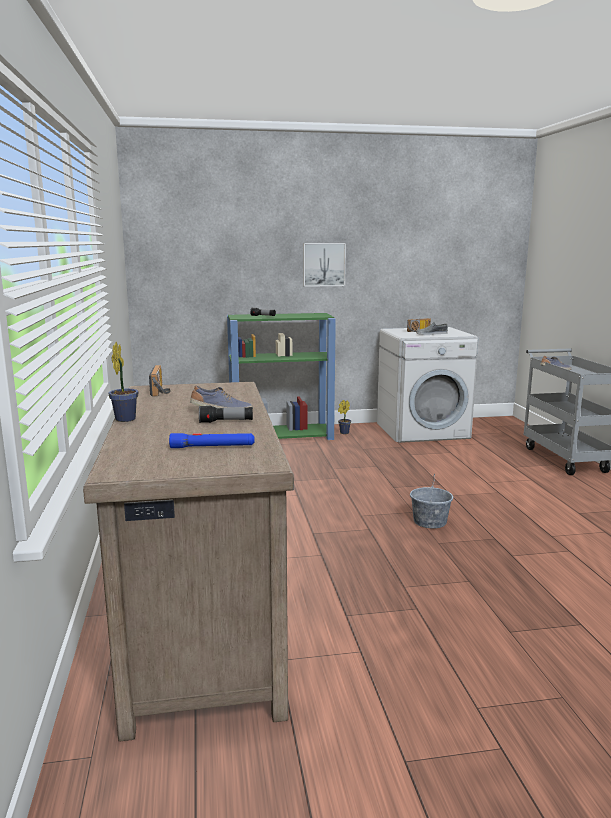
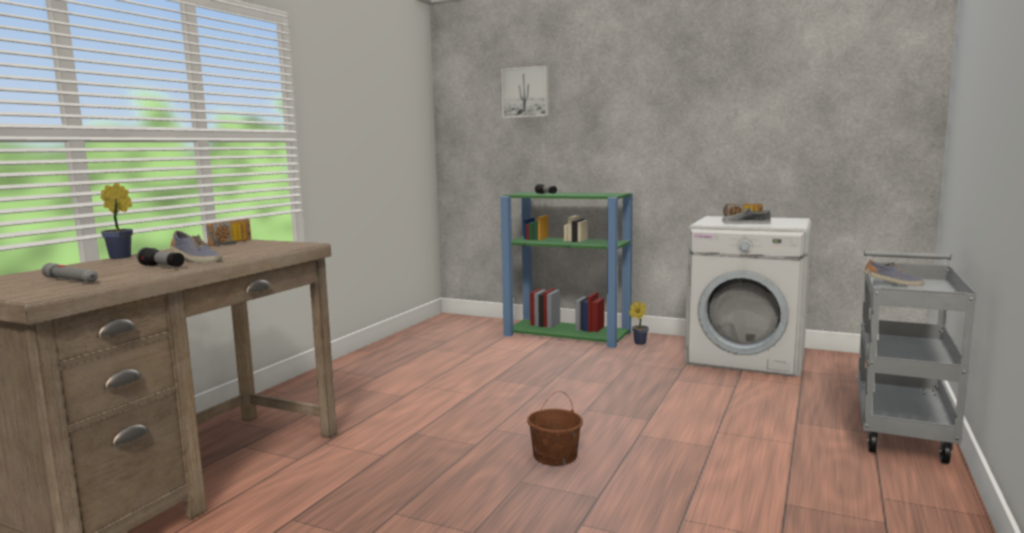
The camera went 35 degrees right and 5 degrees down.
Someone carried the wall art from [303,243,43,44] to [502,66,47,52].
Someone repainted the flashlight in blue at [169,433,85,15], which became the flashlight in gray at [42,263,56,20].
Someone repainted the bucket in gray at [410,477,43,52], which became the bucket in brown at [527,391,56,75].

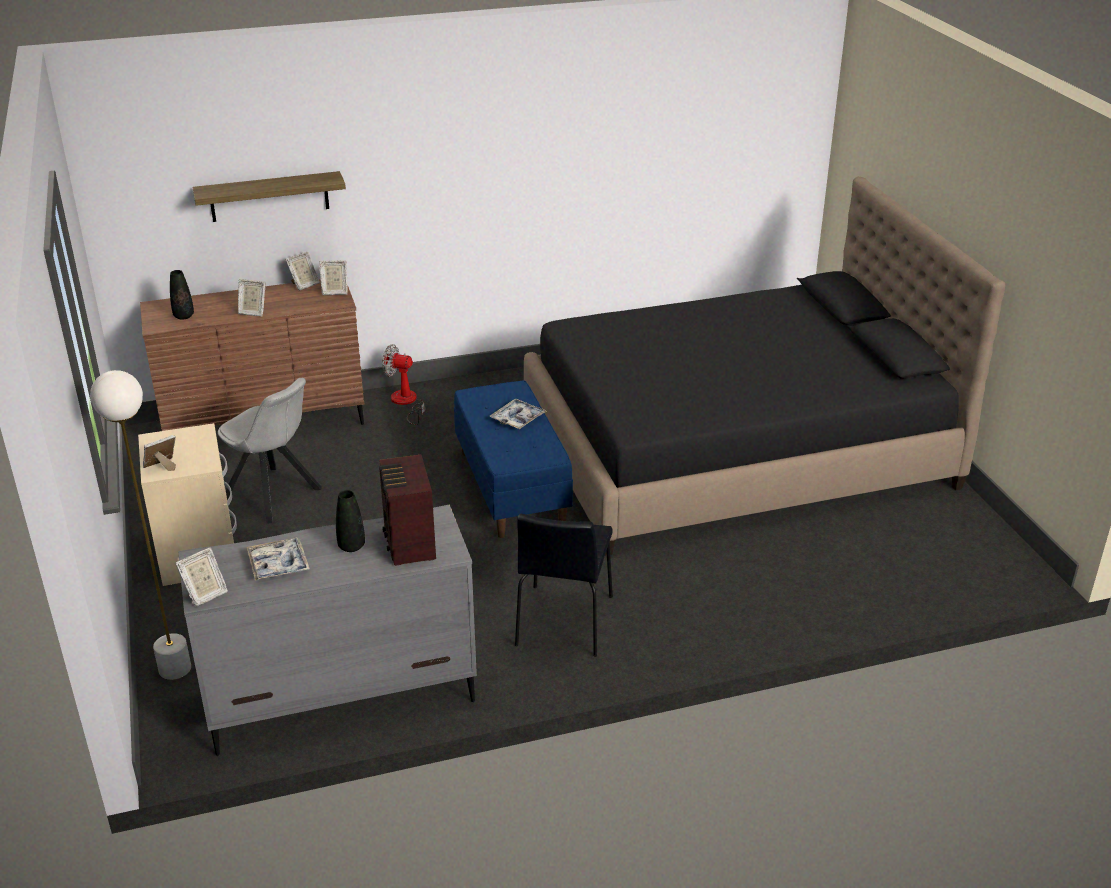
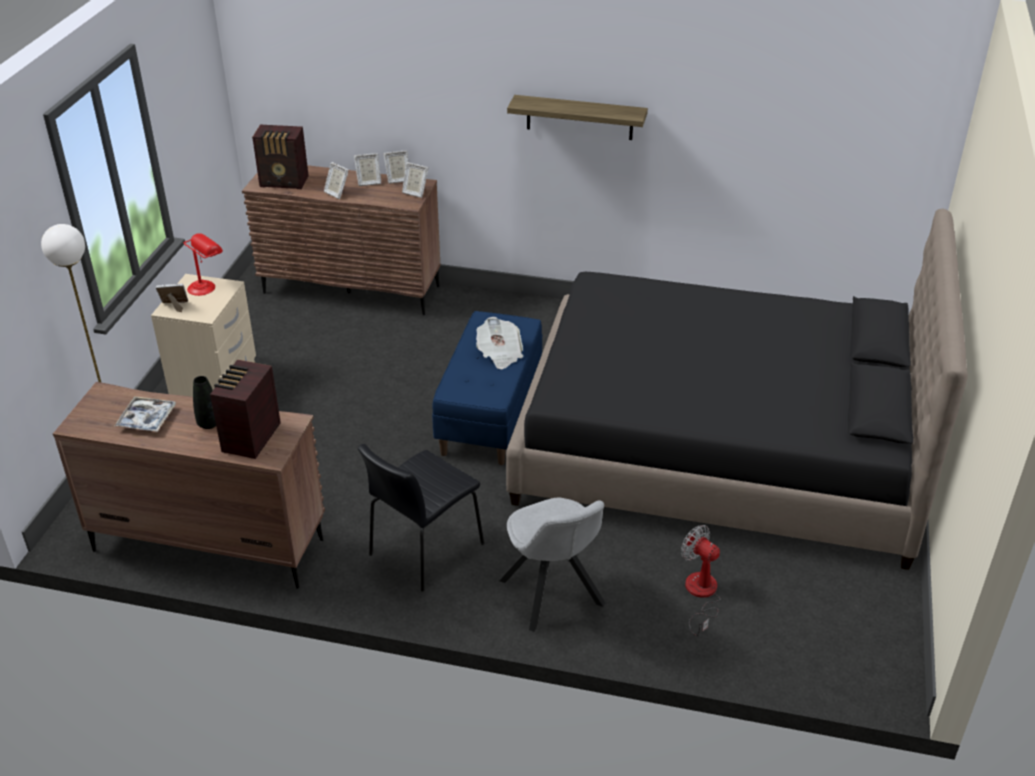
The camera went 30 degrees right and 5 degrees up.
Someone carried the wall shelf from [193,171,153,51] to [507,95,141,45].
Someone swapped the flower vase in black at [170,270,24,50] for the radio at [252,125,57,64].
Someone carried the cooling fan from [382,344,44,81] to [681,525,40,111].
Someone carried the chair in gray from [218,378,104,145] to [499,497,106,135].
Someone swapped the serving tray at [490,399,57,30] for the newspaper at [476,317,47,52].
Someone repainted the dresser in gray at [178,504,299,252], which became the dresser in brown at [53,382,272,207].
Someone carried the photo frame from [175,547,53,60] to [354,153,27,33].
Someone put down the tabletop lamp in reddish at [183,233,40,63].

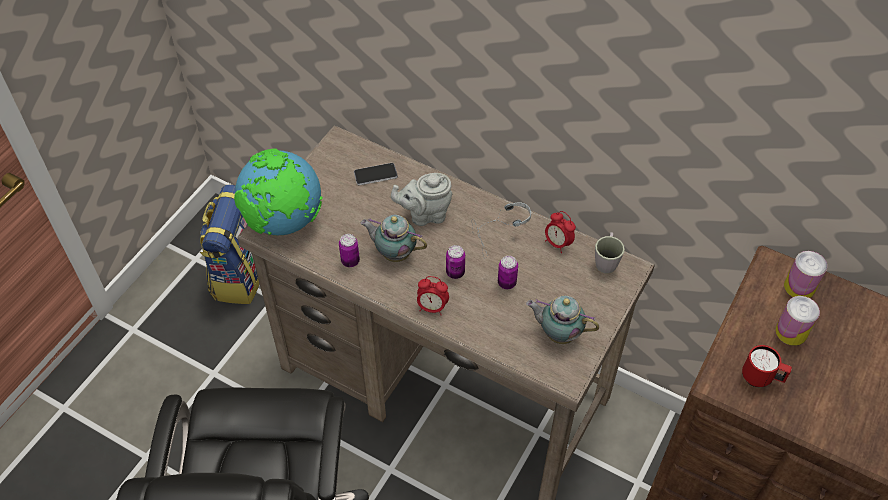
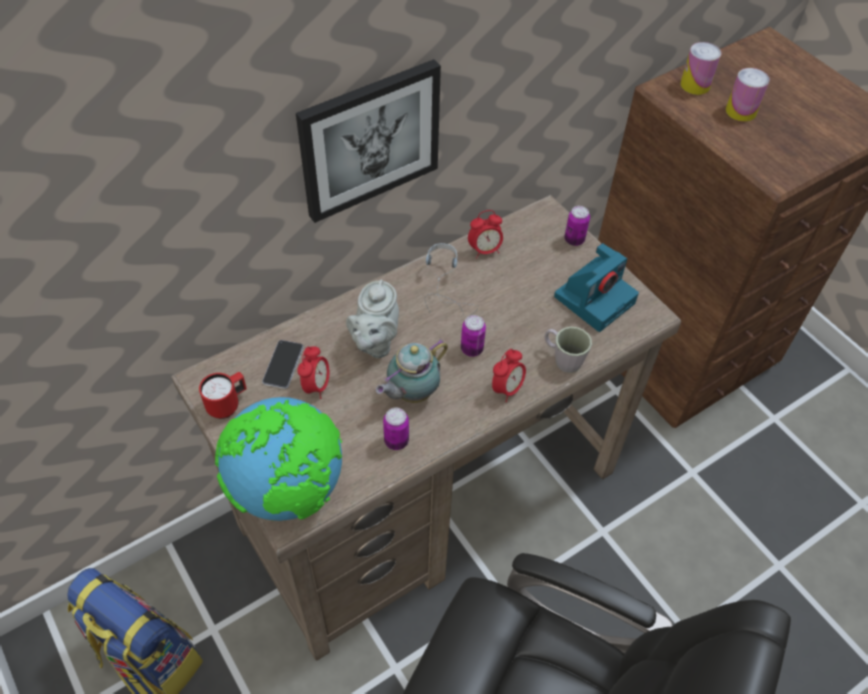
The camera went 65 degrees left and 0 degrees up.
Someone carried the tea mug in gray from [595,232,30,42] to [544,327,48,46].
Someone carried the metal can from [498,256,20,33] to [564,206,26,40].
Someone swapped the pot for tea at [526,295,73,49] for the photo camera at [554,243,85,89].
Someone carried the tea mug in reddish from [742,345,50,42] to [199,372,48,47].
Someone put up the wall art at [296,59,145,164].
Someone put down the alarm clock at [297,346,33,53].

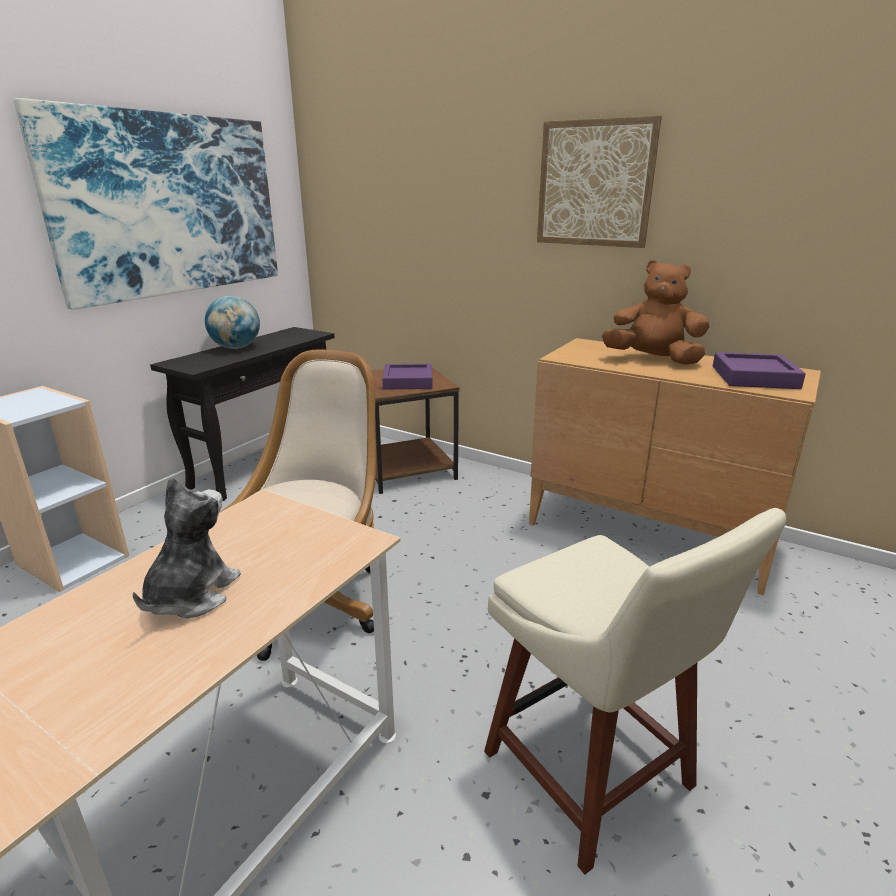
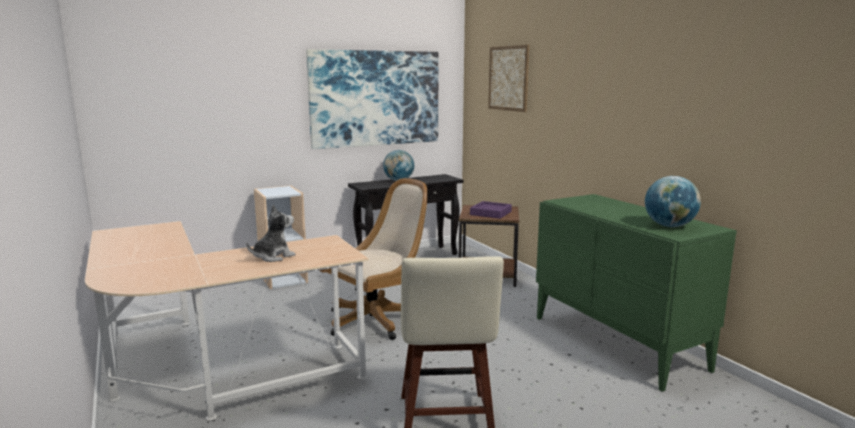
The camera went 30 degrees right and 10 degrees down.
Someone carried the wall art from [537,115,125,133] to [488,44,41,68].
Someone took away the soft toy in brown at [602,260,108,105].
Someone repainted the cupboard in brown at [529,338,292,257], which became the cupboard in green-coloured at [536,194,201,198].
Someone swapped the serving tray in purple at [713,352,93,37] for the desk globe at [645,176,56,51].

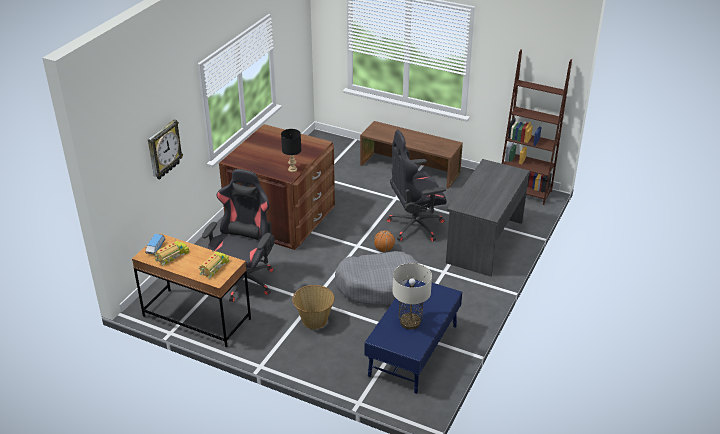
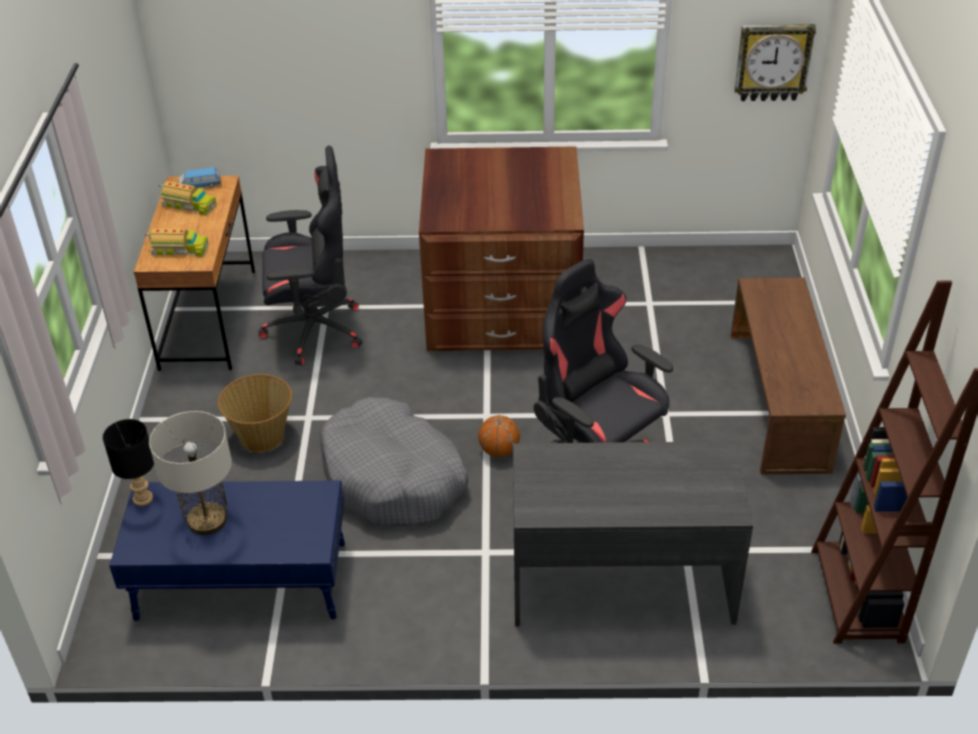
The camera went 65 degrees right and 5 degrees up.
Someone carried the hanging clock from [148,119,35,61] to [734,24,82,77].
Someone carried the tabletop lamp in black from [281,129,20,43] to [103,419,51,87].

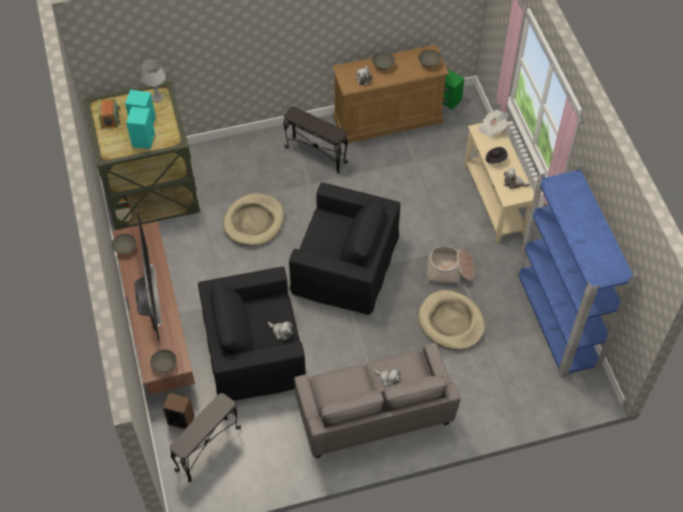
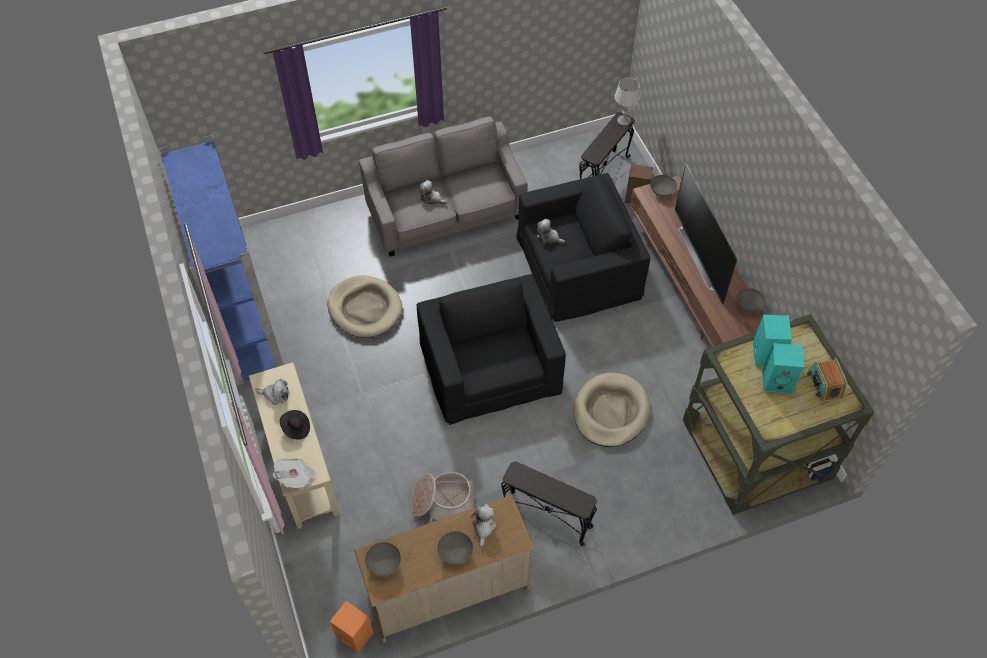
The camera went 175 degrees right and 0 degrees up.
Someone carried the tabletop lamp in gray from [142,60,24,42] to [614,78,26,48].
Someone repainted the loudspeaker in green-coloured at [443,70,21,40], which became the loudspeaker in orangey at [330,601,44,52].
Someone rotated the lounge chair in black at [289,182,111,133] by 60 degrees clockwise.
Someone carried the household basket from [426,246,49,40] to [411,472,63,51].

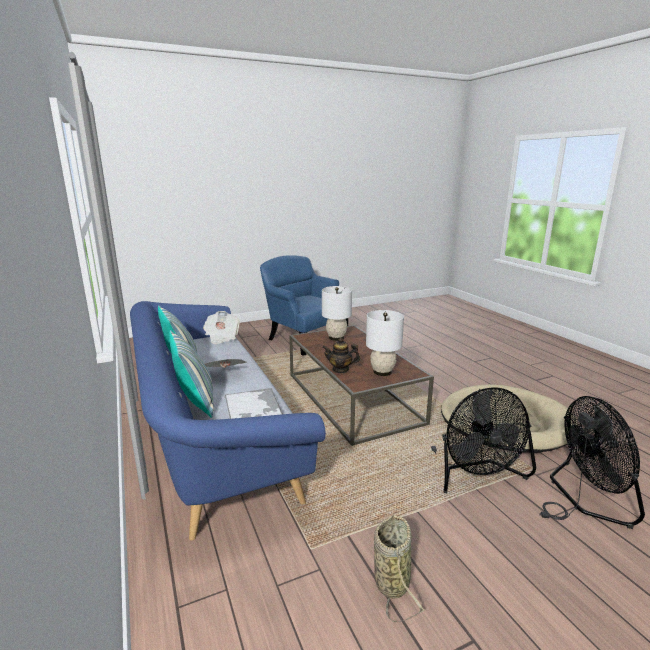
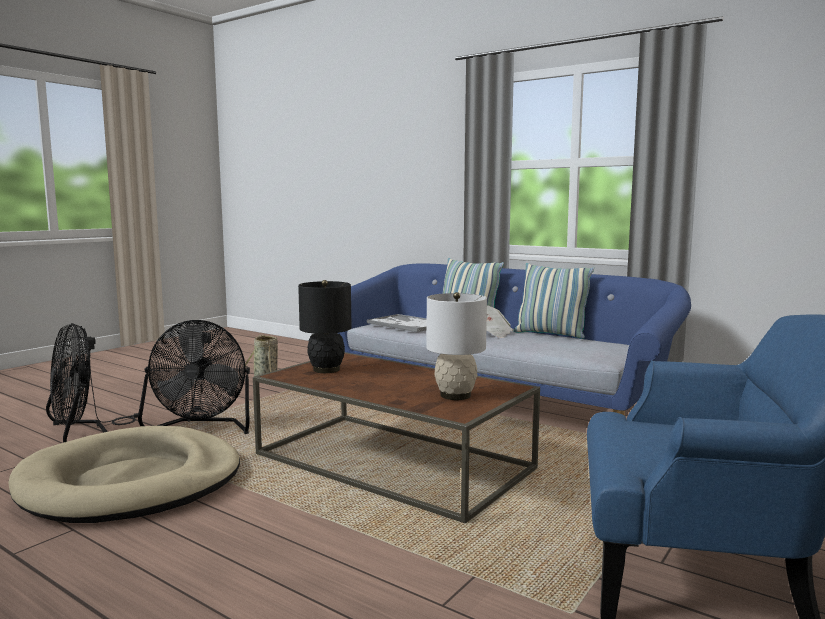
The camera went 150 degrees right and 10 degrees down.
Someone repainted the tabletop lamp in whitish at [366,310,38,66], which became the tabletop lamp in black at [298,280,54,93].
Someone took away the newspaper at [203,311,37,33].
Someone took away the pot for tea at [322,338,38,35].
Someone rotated the cooling fan in black at [431,387,105,106] by 135 degrees counterclockwise.

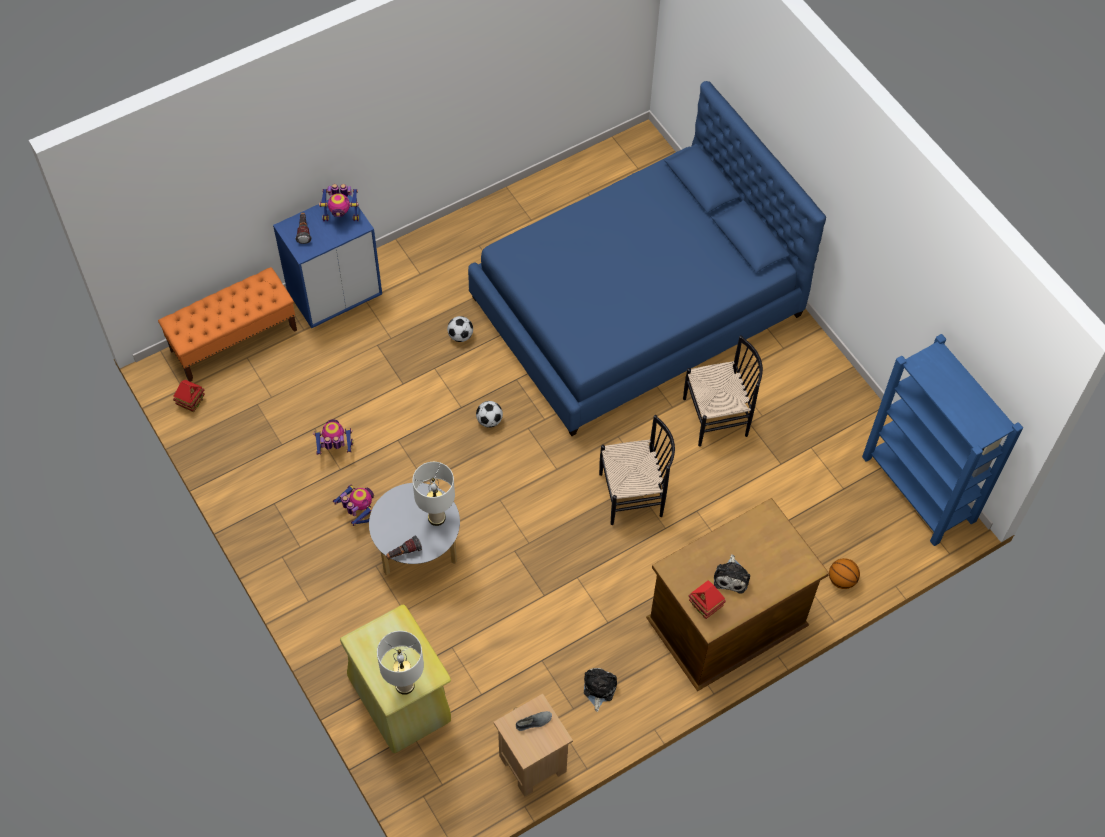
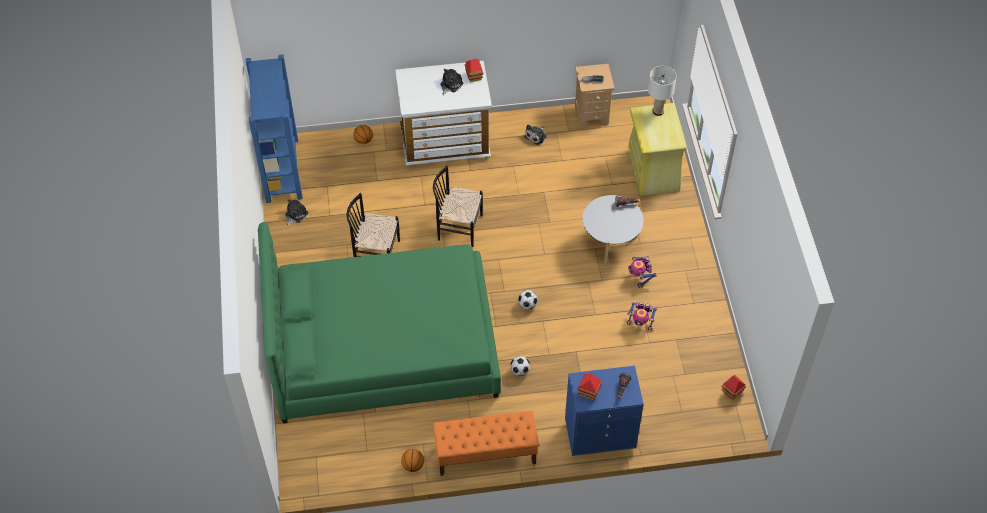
The camera went 155 degrees left and 5 degrees down.
Someone repainted the bed in blue at [468,81,358,355], which became the bed in green-coloured at [258,222,243,202].
Someone swapped the toy robot at [319,184,40,37] for the model house at [577,374,25,26].
Someone carried the long seat in orangey from [158,267,139,115] to [433,411,106,65].
Someone took away the tabletop lamp in whitish at [412,462,43,64].
Someone repainted the dresser in brown at [646,498,183,193], which became the dresser in whitish at [395,61,97,105].
Someone put down the soft toy at [285,200,23,26].
Someone put down the ball for basketball at [401,449,23,23].

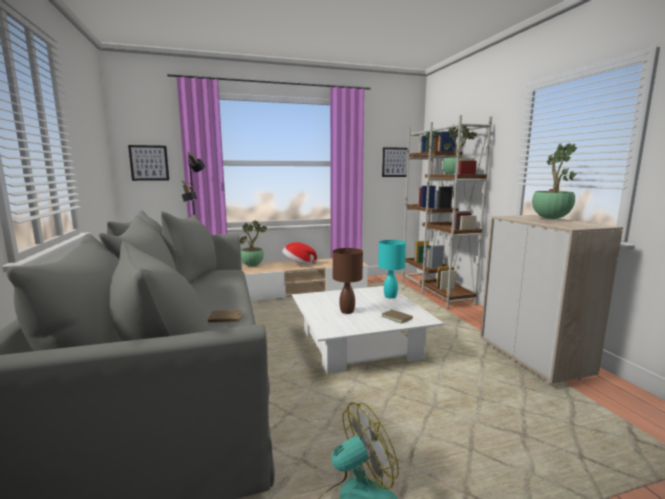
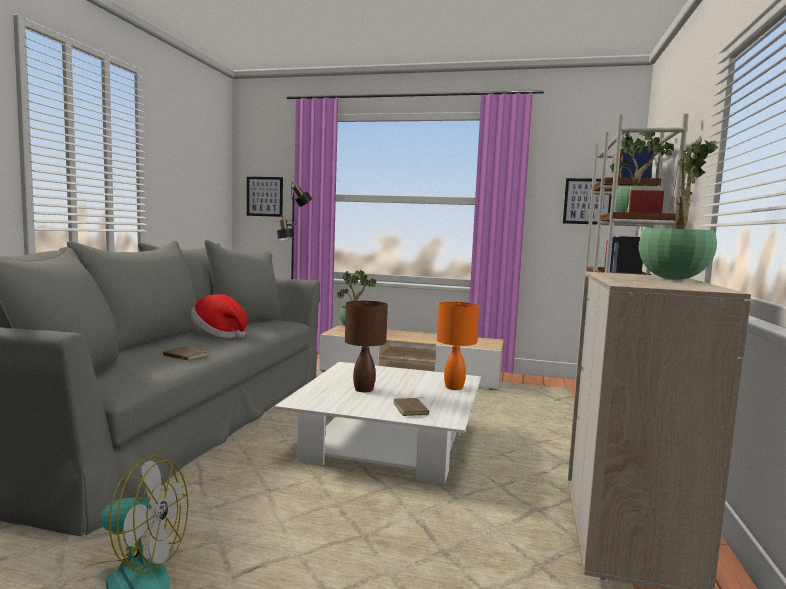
The camera went 30 degrees right and 5 degrees down.
Someone repainted the tabletop lamp in turquoise at [378,240,28,59], which became the tabletop lamp in orangey at [437,302,42,88].
Someone carried the clothing hat from [282,242,35,23] to [190,294,57,44].

